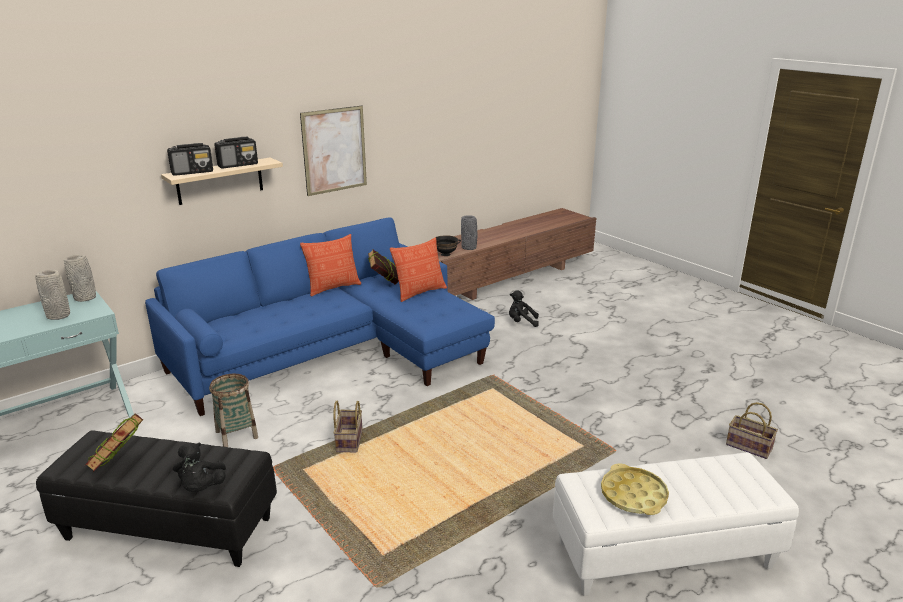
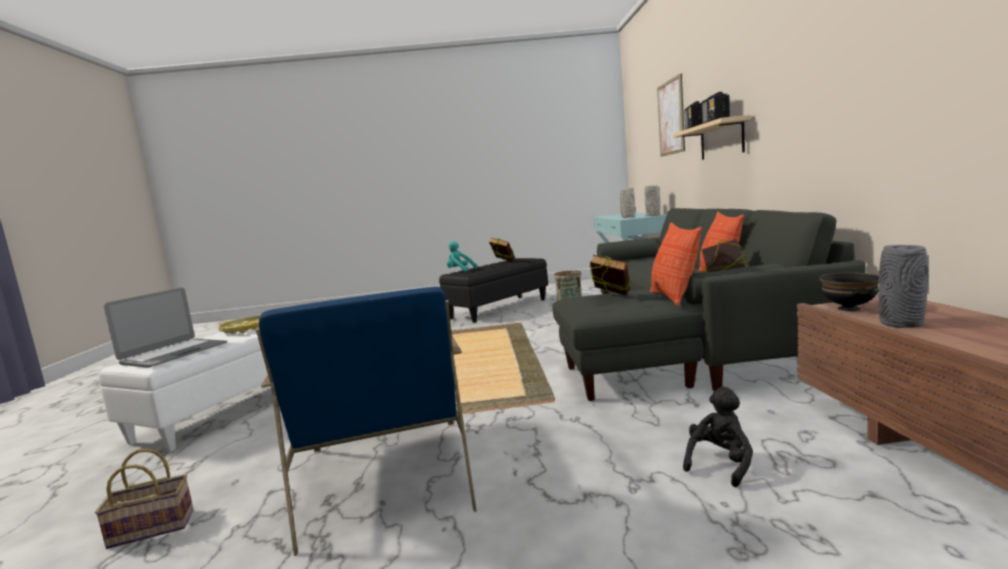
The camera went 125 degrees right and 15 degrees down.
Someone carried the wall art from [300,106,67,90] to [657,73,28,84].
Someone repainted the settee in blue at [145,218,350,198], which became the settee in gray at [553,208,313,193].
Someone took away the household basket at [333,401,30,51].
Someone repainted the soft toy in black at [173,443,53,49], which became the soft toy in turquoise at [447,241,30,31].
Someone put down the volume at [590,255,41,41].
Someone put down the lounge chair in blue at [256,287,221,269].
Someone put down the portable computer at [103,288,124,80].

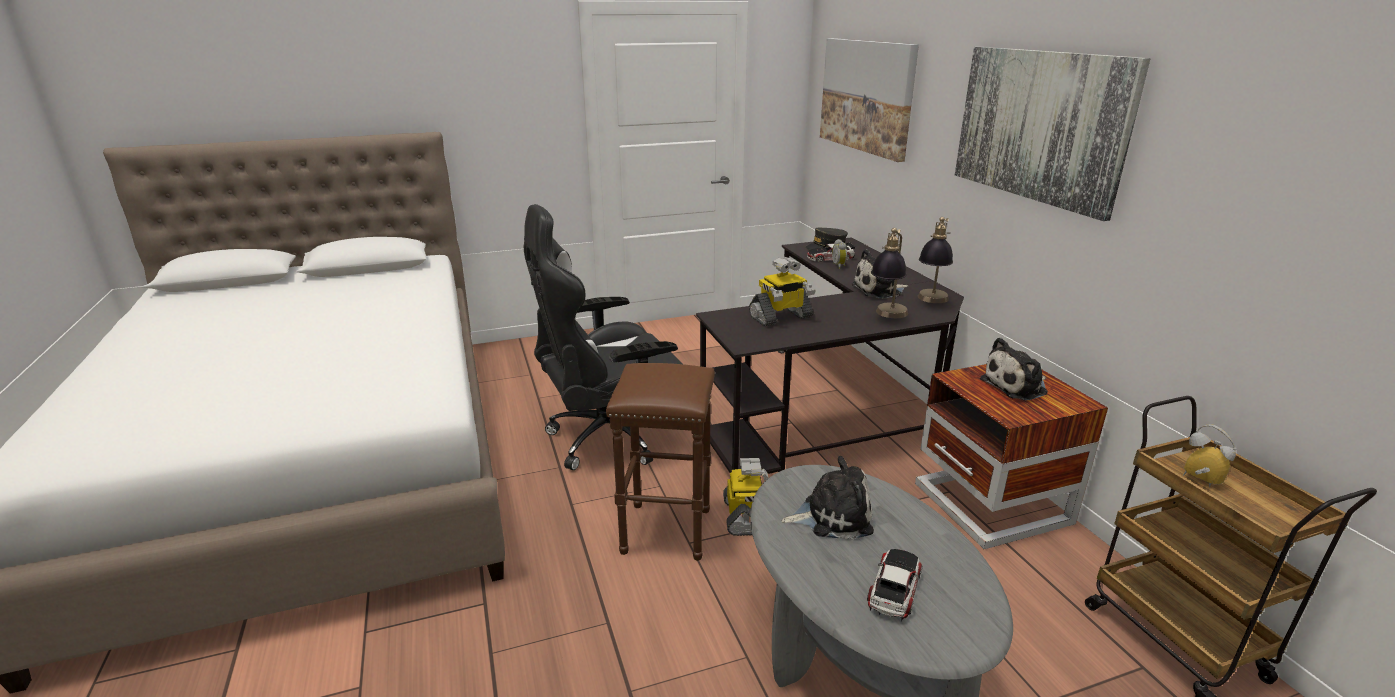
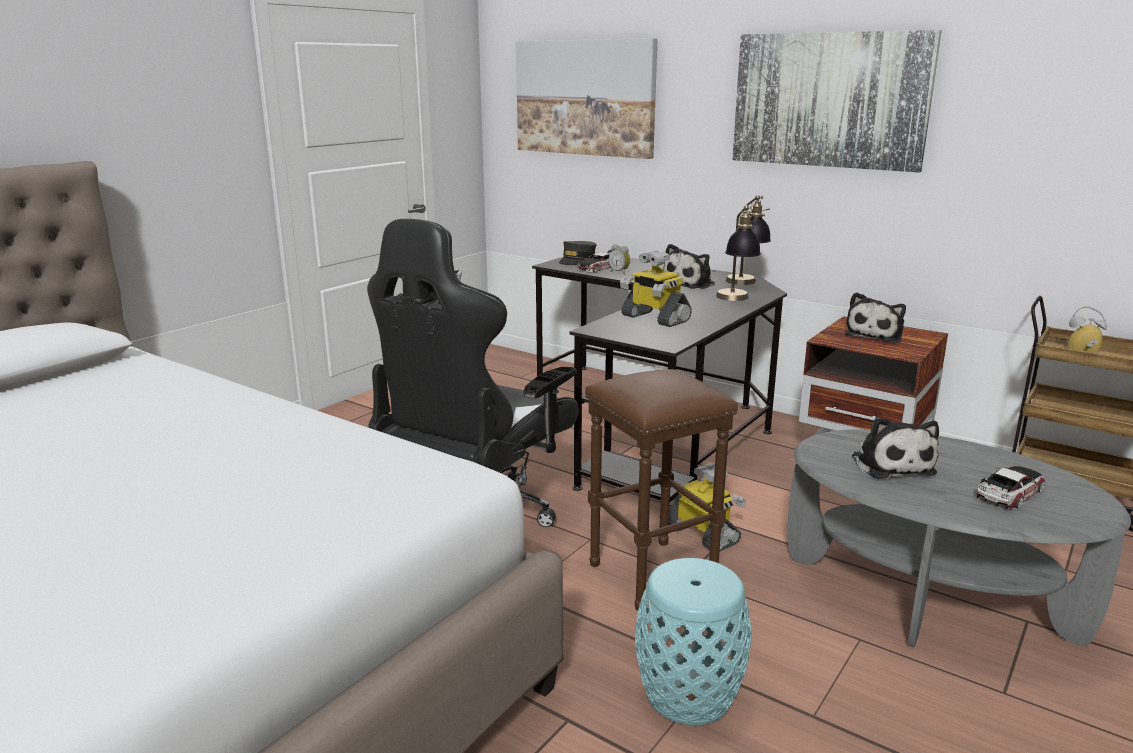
The camera went 35 degrees left and 5 degrees down.
Someone rotated the toy robot at [749,257,67,69] by 105 degrees clockwise.
Someone rotated the soft toy at [782,456,92,84] by 120 degrees clockwise.
Someone rotated the model car at [867,549,55,72] by 60 degrees clockwise.
Someone put down the sitting stool in turquoise at [635,558,116,167].

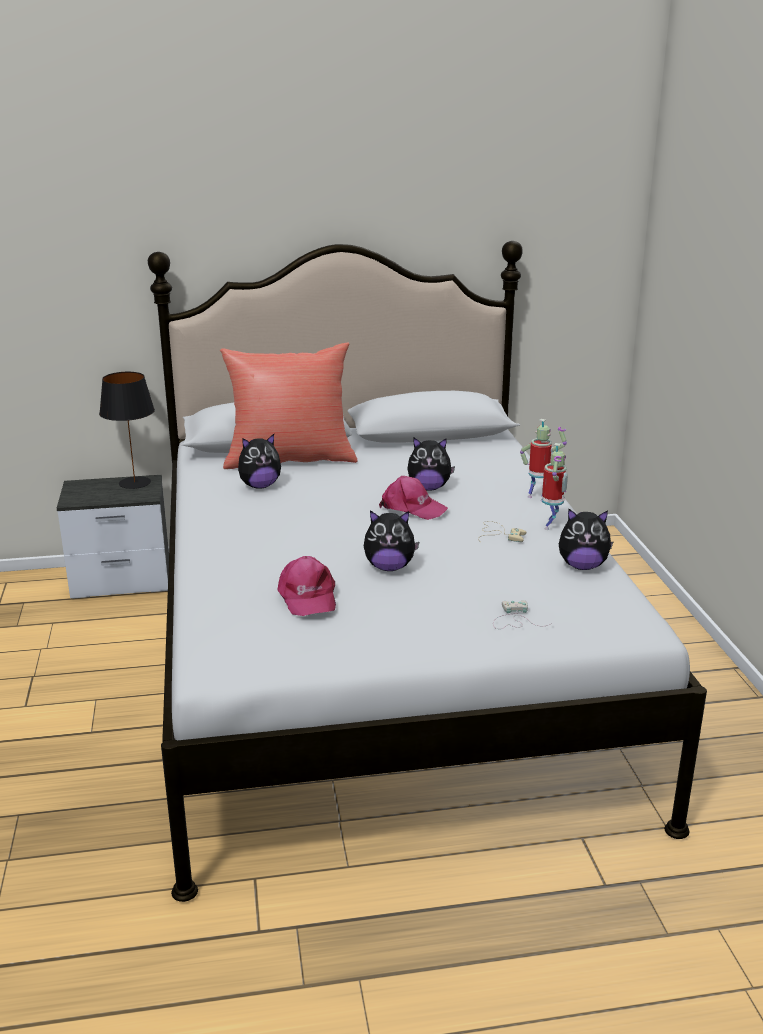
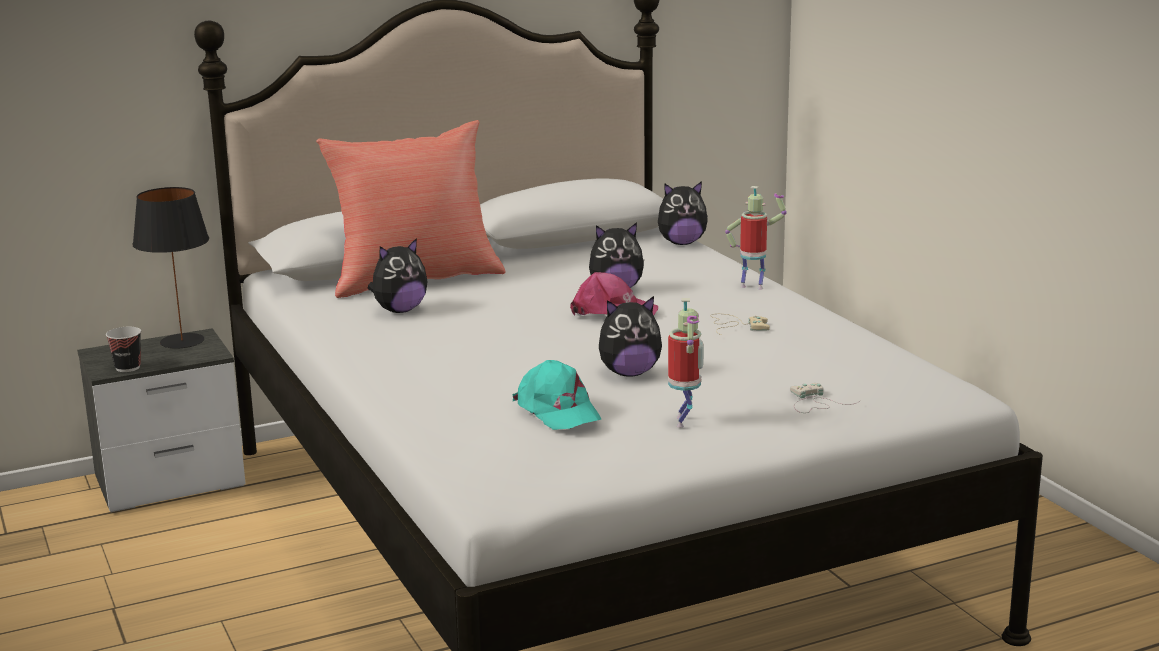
The camera went 15 degrees left and 5 degrees down.
Someone carried the toy robot from [542,443,26,87] to [668,298,36,130].
Someone carried the soft toy from [559,509,55,61] to [658,181,50,64].
Someone repainted the peaked cap in pink at [277,556,59,60], which became the peaked cap in turquoise at [512,360,89,70].
Someone put down the drinking cup at [106,327,35,45].

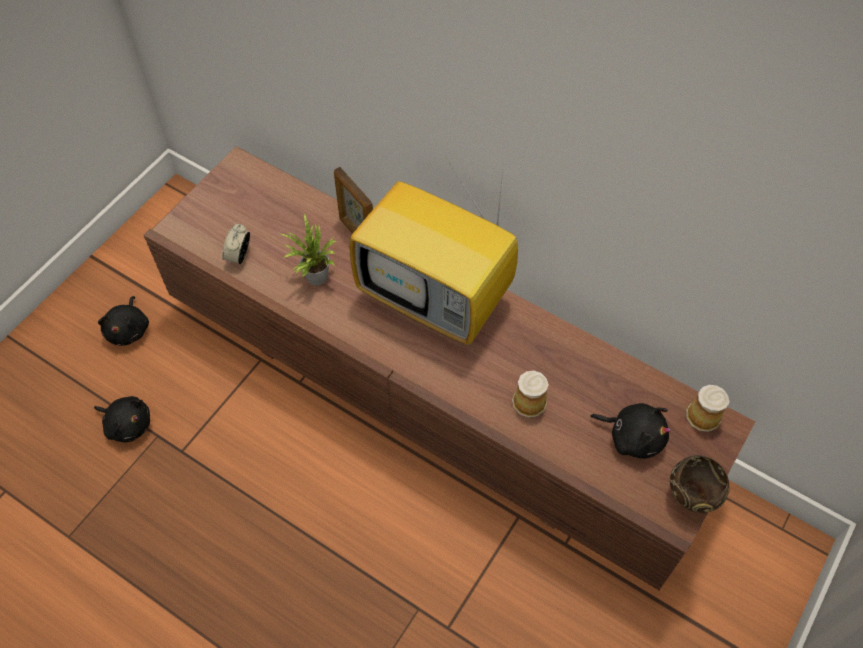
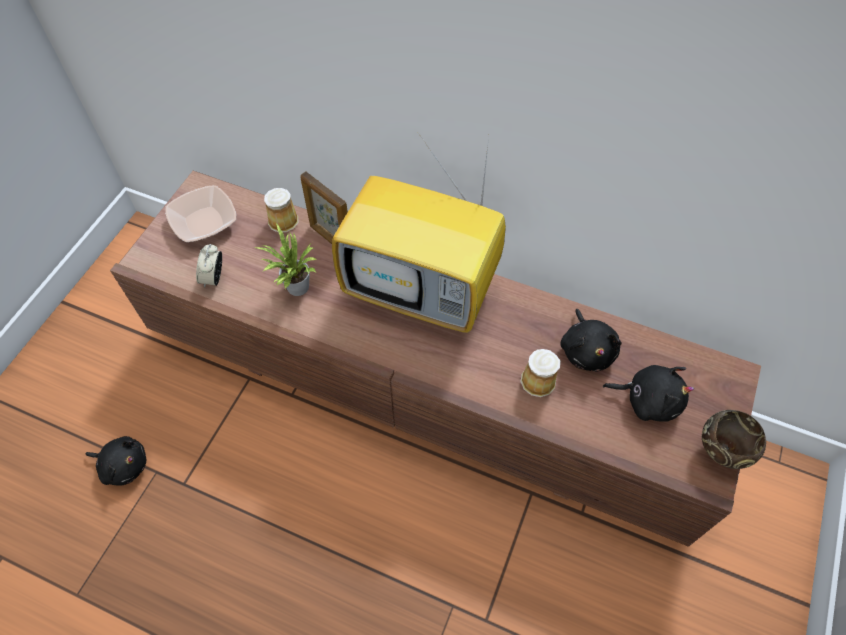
The camera went 10 degrees left and 0 degrees up.
Someone carried the soft toy in black from [98,296,51,50] to [561,309,61,63].
Someone carried the tea mug from [686,385,44,47] to [264,188,35,45].
Someone put down the deep dish at [165,185,71,57].

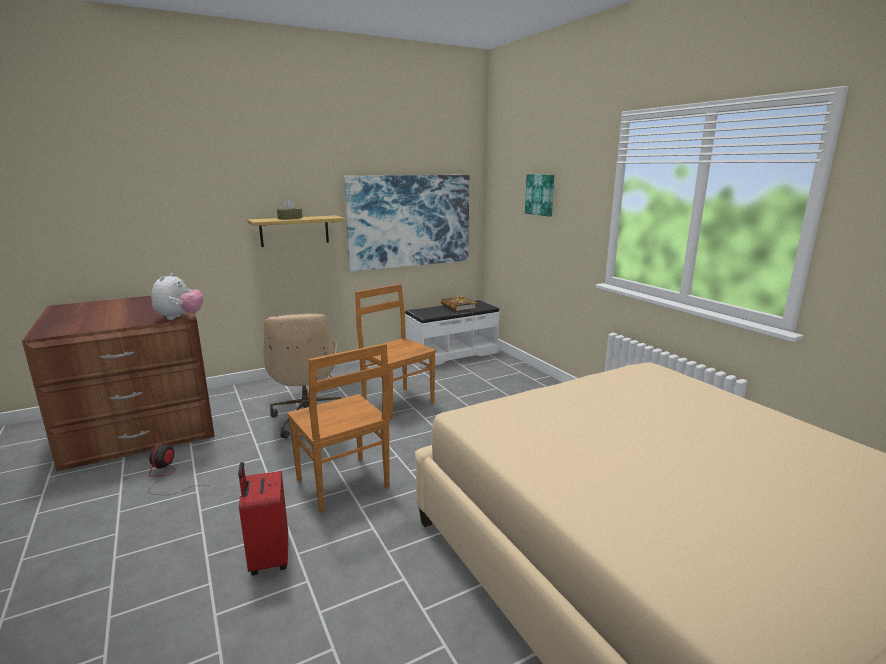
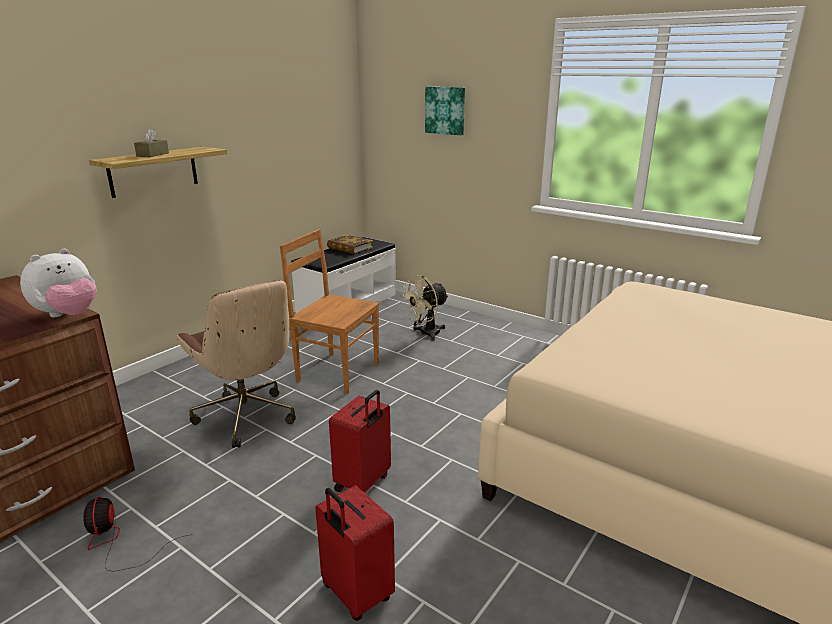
The camera went 25 degrees left and 5 degrees up.
Someone took away the wall art at [344,175,125,97].
Someone rotated the soft toy at [151,273,52,47] by 60 degrees clockwise.
Someone swapped the chair in brown at [288,343,102,171] for the suitcase in reddish at [329,390,62,103].
Someone put down the cooling fan in sand-coloured at [400,275,49,65].

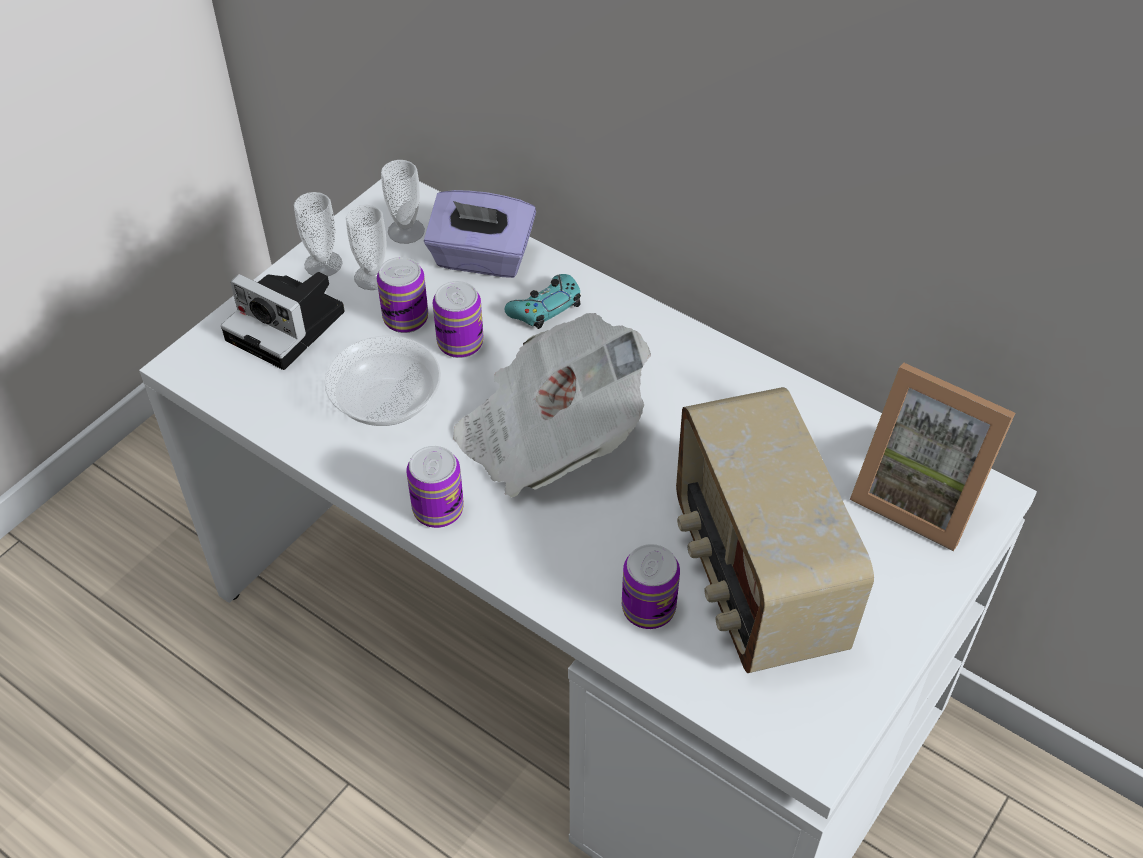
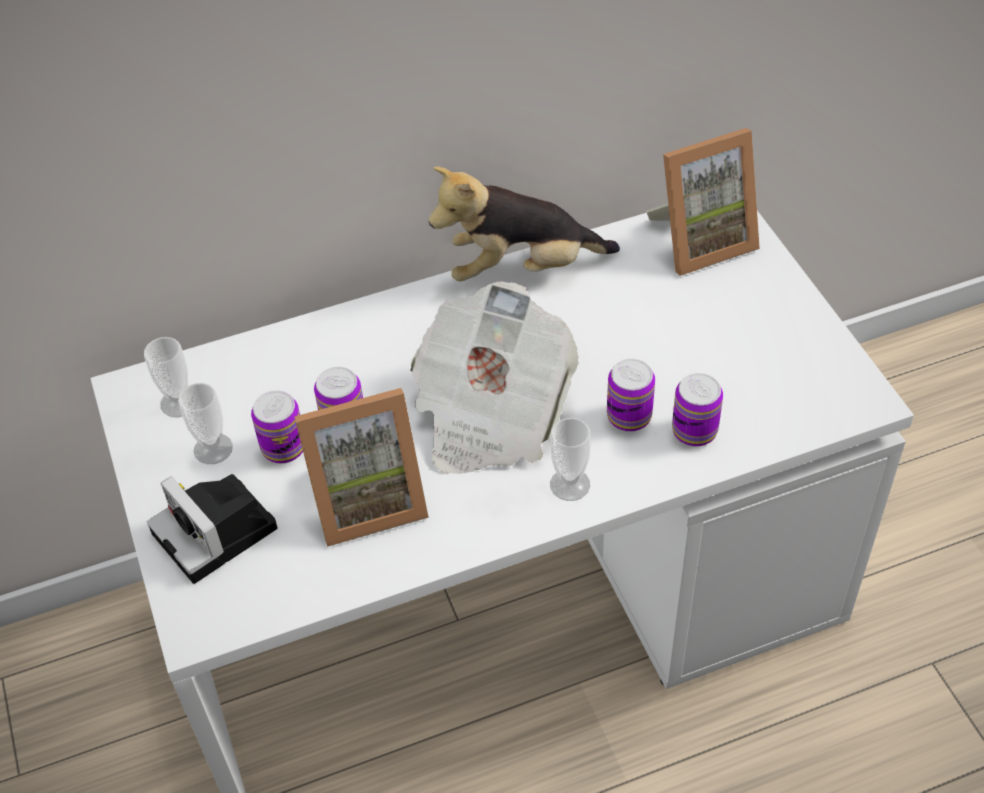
The camera went 55 degrees left and 0 degrees up.
Someone took away the tissue holder in purple at [424,190,112,88].
Someone carried the drinking cup from [294,192,48,84] to [550,418,41,83].
Someone rotated the photo camera at [221,272,124,98] by 75 degrees clockwise.
Someone took away the game controller in turquoise at [505,274,76,55].
Someone swapped the deep dish at [324,336,117,90] for the photo frame at [295,388,134,159].
Someone took away the radio at [676,387,198,286].
Someone carried the metal can from [406,446,58,82] to [607,359,48,73].
Someone put down the soft toy at [429,166,191,115].

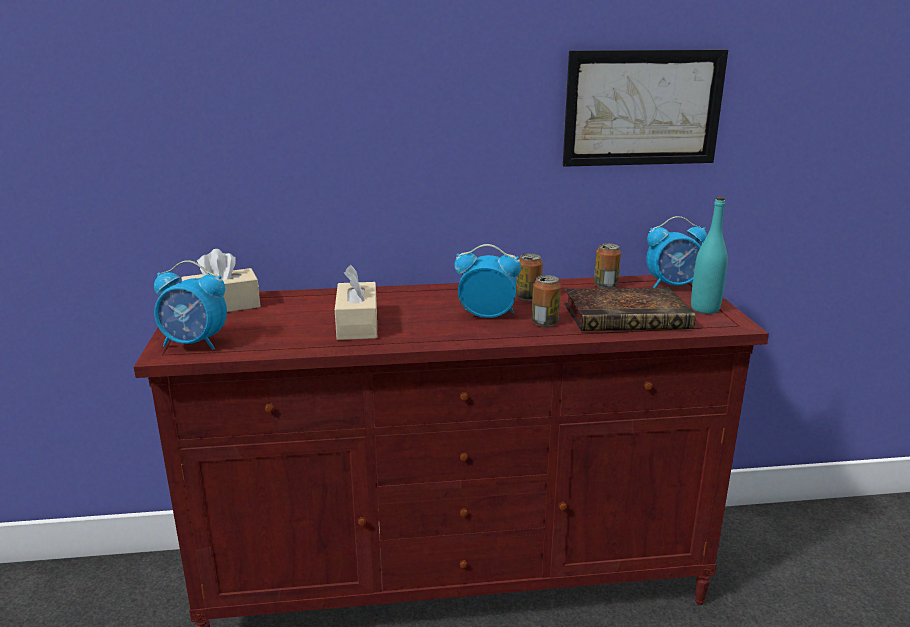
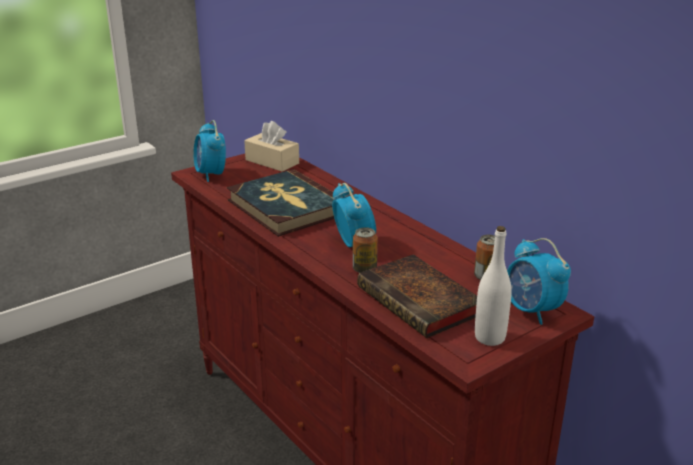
The camera went 60 degrees right and 5 degrees up.
Someone took away the wall art at [563,49,165,118].
Someone repainted the drink bottle in turquoise at [691,197,37,117], which became the drink bottle in whitish at [475,226,37,120].
Someone took away the metal can at [516,253,27,48].
Someone swapped the tissue holder in sand-coloured at [335,265,42,75] for the volume at [227,169,107,68].

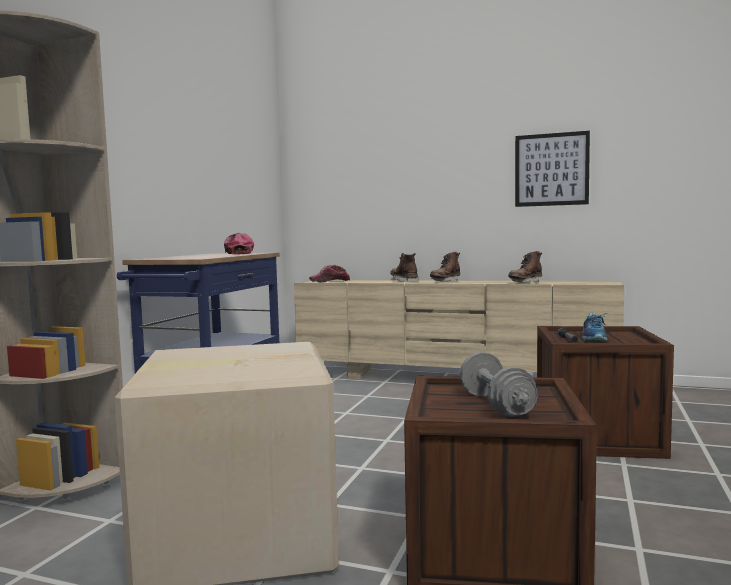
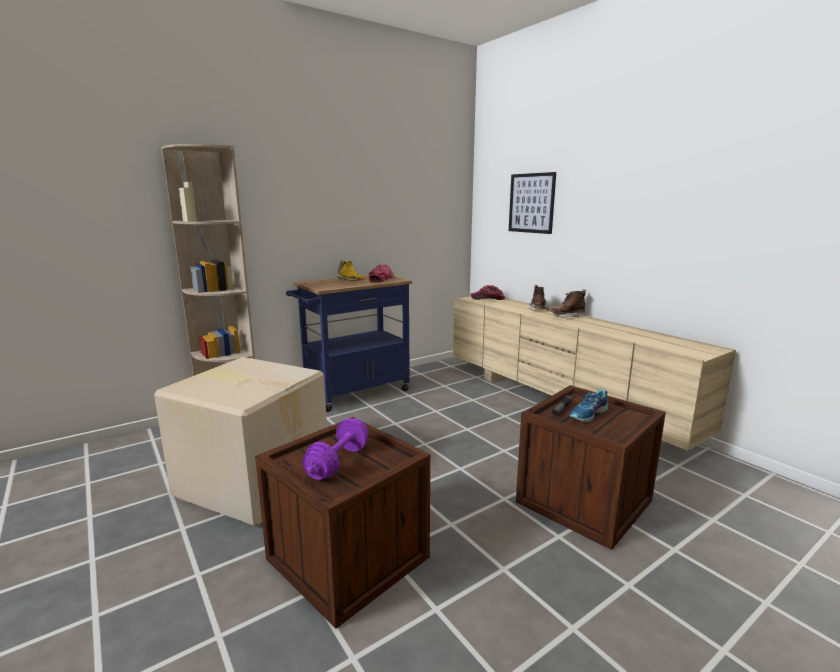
The camera went 35 degrees right and 10 degrees up.
Someone carried the wall art from [515,131,75,76] to [509,172,47,62].
Someone took away the tall boot in brown at [508,251,34,32].
Someone repainted the free weight in gray at [460,352,78,65], which became the free weight in purple at [303,418,66,62].
Someone put down the shoe in yellow-coloured at [336,261,28,21].

